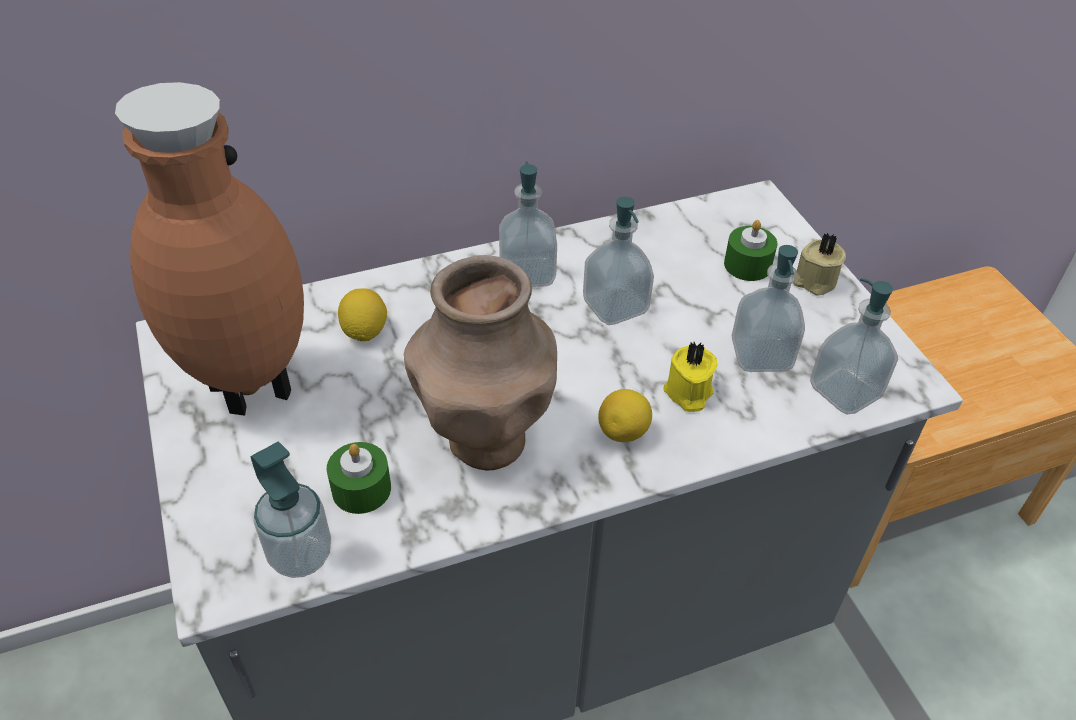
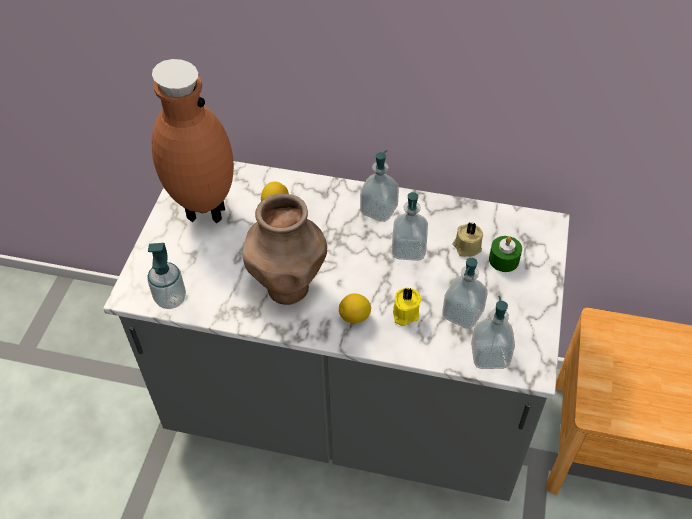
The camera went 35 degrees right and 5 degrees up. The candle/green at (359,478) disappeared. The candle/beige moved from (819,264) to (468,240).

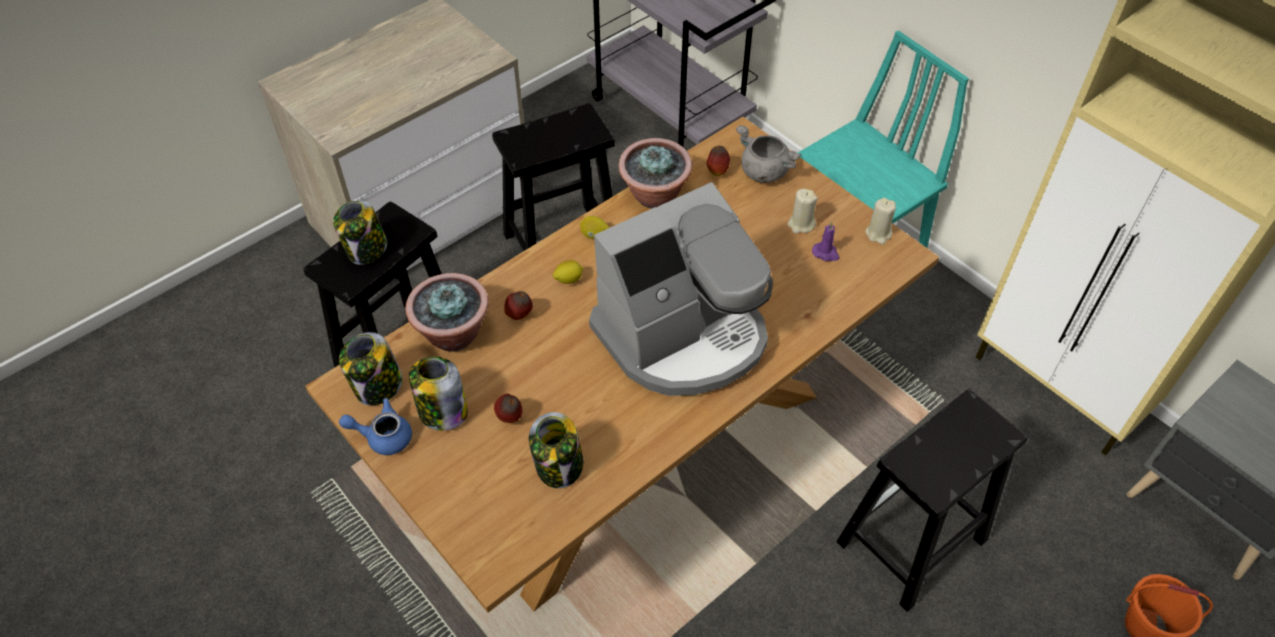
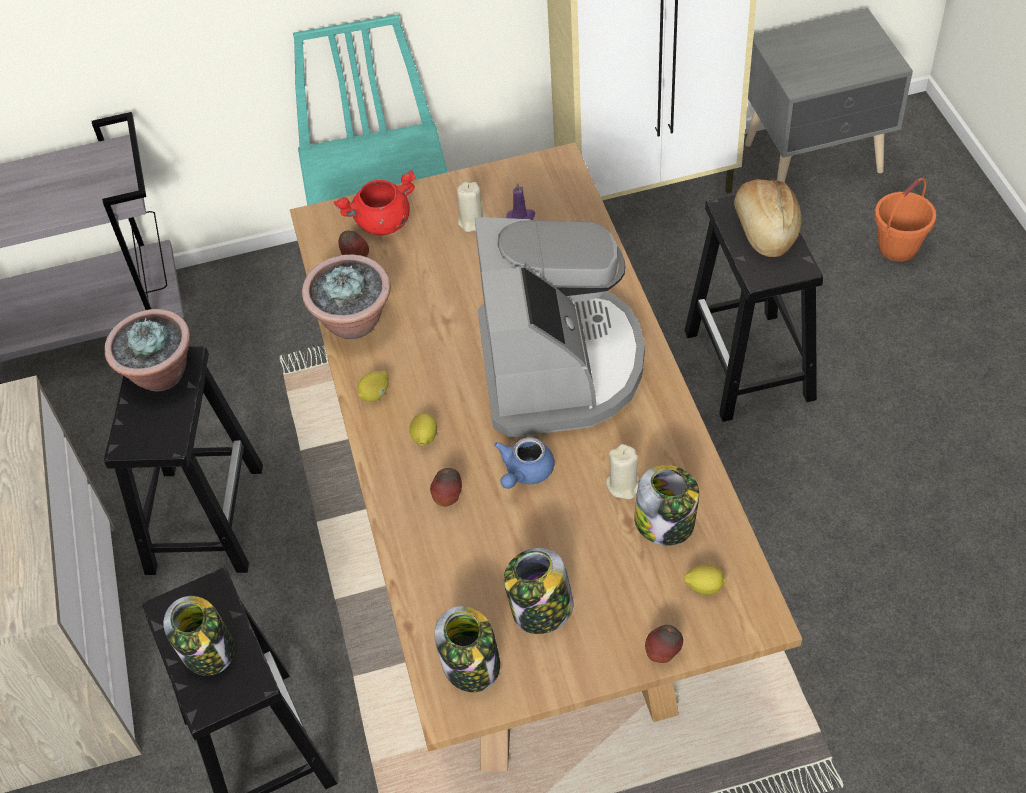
The camera went 60 degrees left and 0 degrees up. The teapot/blue moved from (375,426) to (524,463). The potted plant moved from (447,312) to (147,350). The apple moved from (508,408) to (664,644). The cooking pot/grey at (768,154) became the cooking pot/red at (375,202). The candle/beige moved from (881,221) to (622,471). The lemon at (705,579) appeared. The bread at (767,218) appeared.

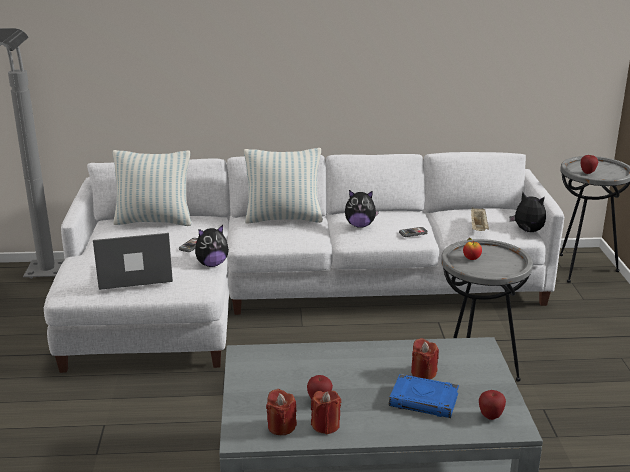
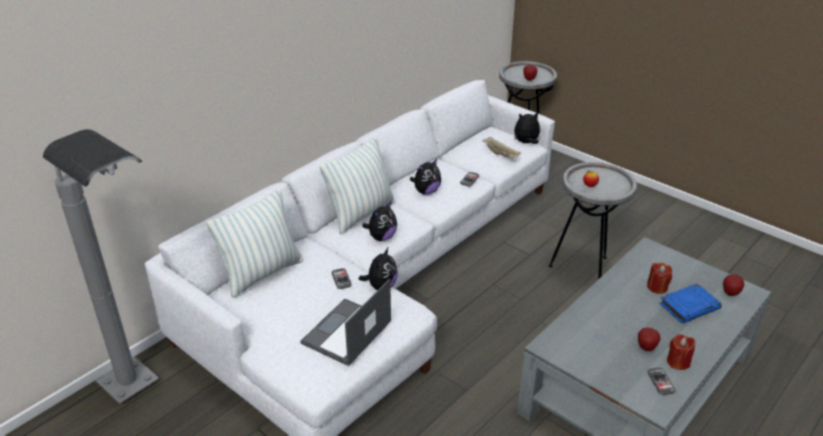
The camera went 45 degrees left and 10 degrees up. The candle/red at (281,412) was replaced by the phone at (661,381). The plush toy at (379,221) appeared.

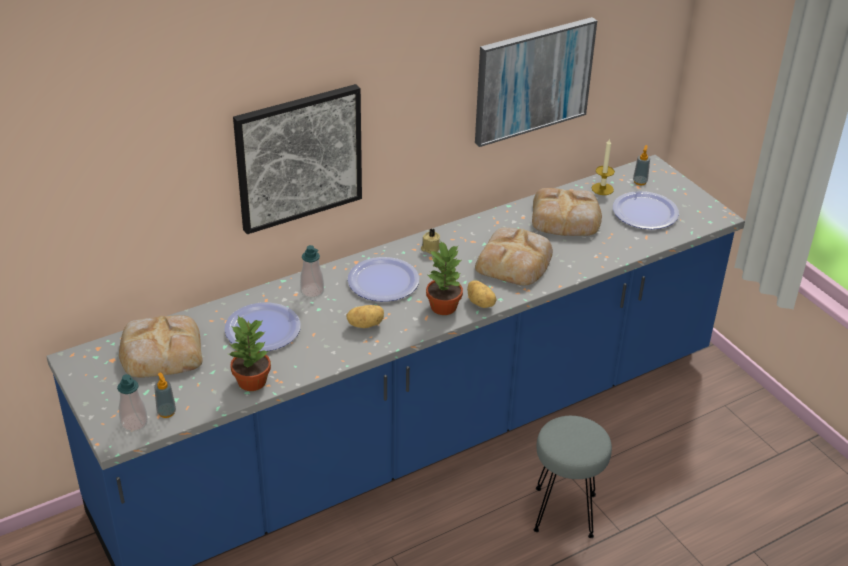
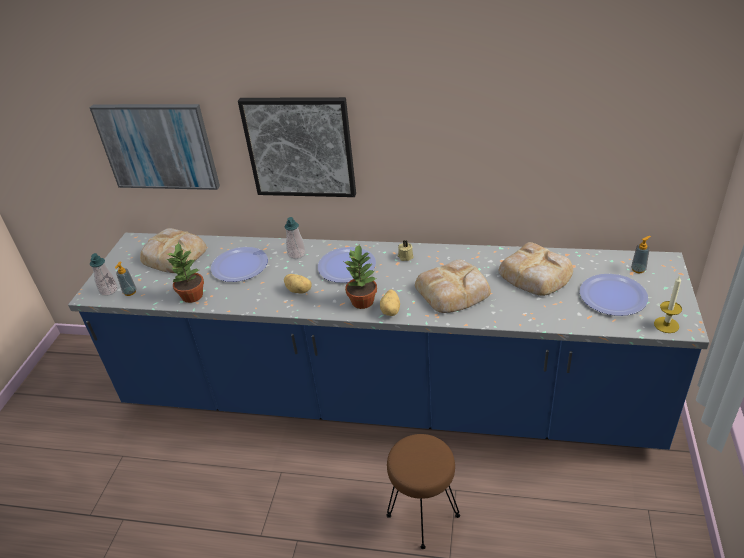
The camera went 45 degrees right and 0 degrees up. The picture moved from (536,82) to (155,147). The stool/grey at (572,477) became the stool/brown at (423,491). The candle moved from (603,166) to (668,304).

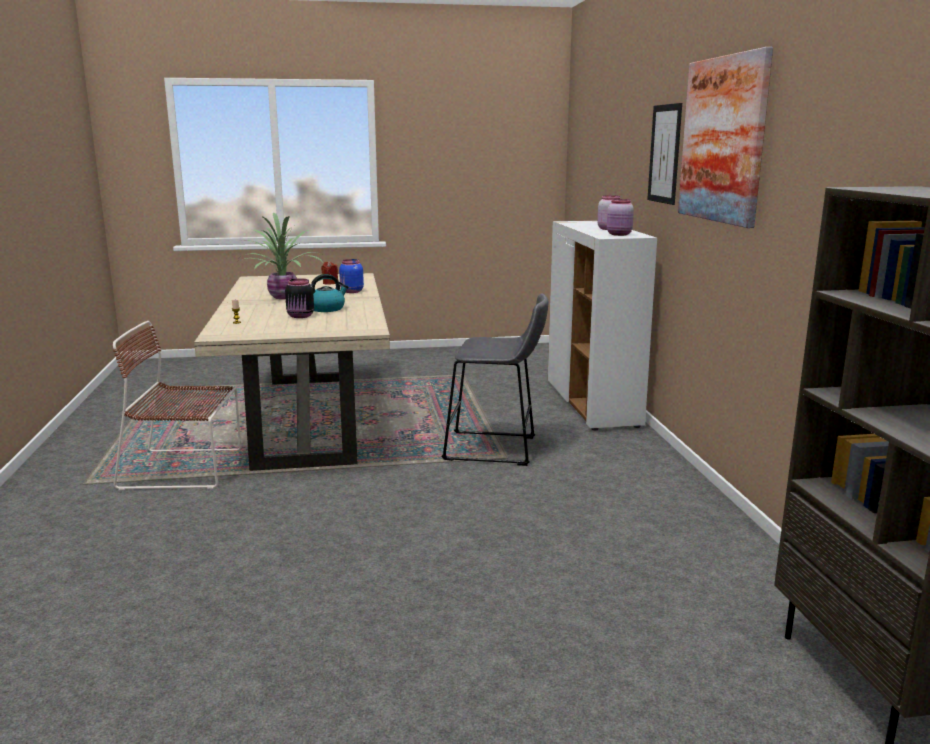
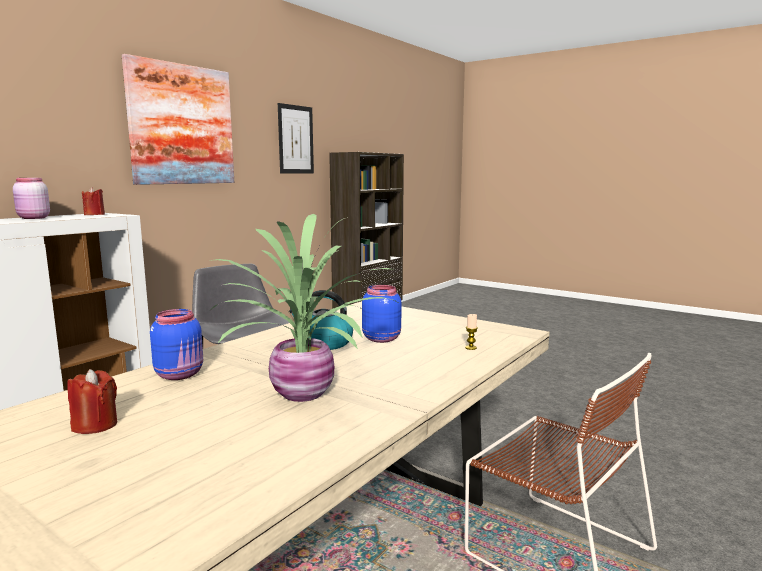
The camera went 135 degrees left and 5 degrees down. The jar/black at (299,298) became the jar/blue at (381,314). The jar/pink at (620,217) was replaced by the candle/red at (93,201). The picture moved from (664,154) to (296,138).

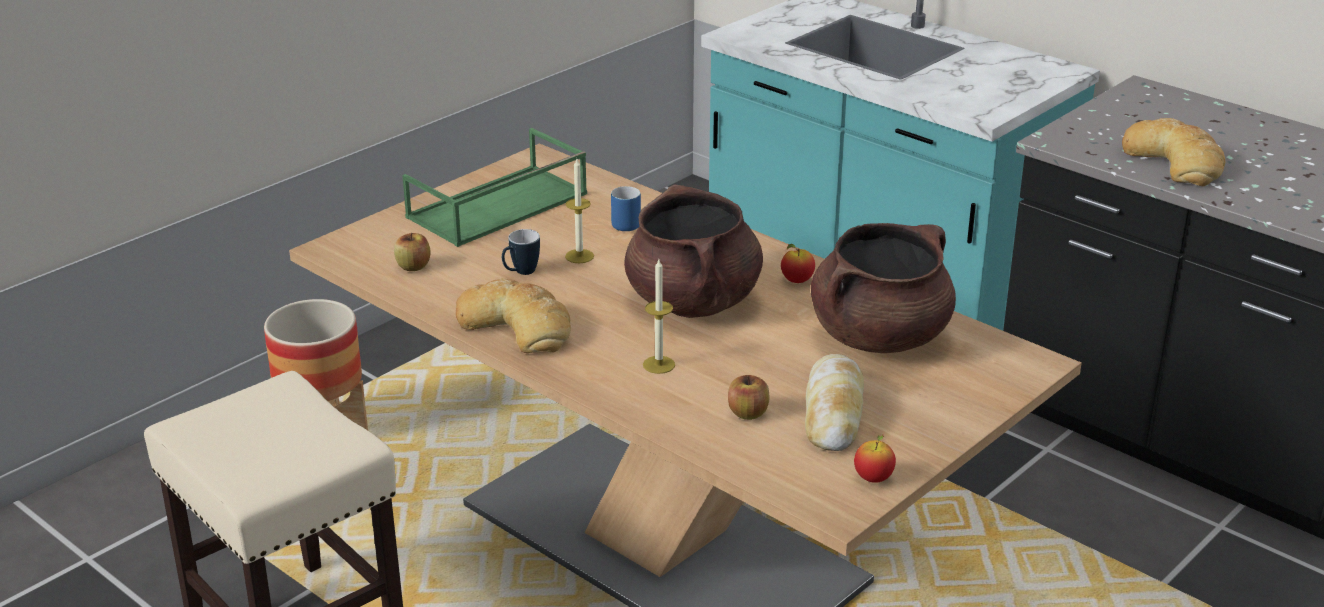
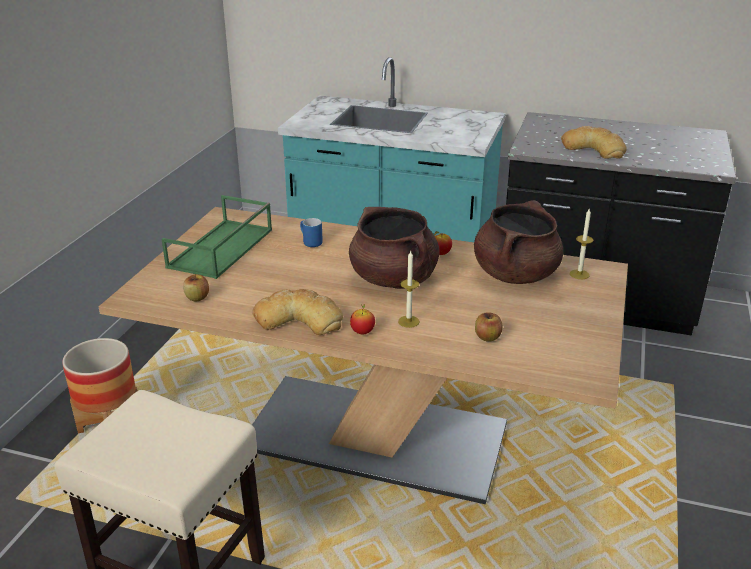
The camera went 25 degrees left and 0 degrees up. The mug at (521,252) disappeared. The candle moved from (579,211) to (581,244). The bread at (834,402) disappeared. The apple moved from (875,459) to (362,319).

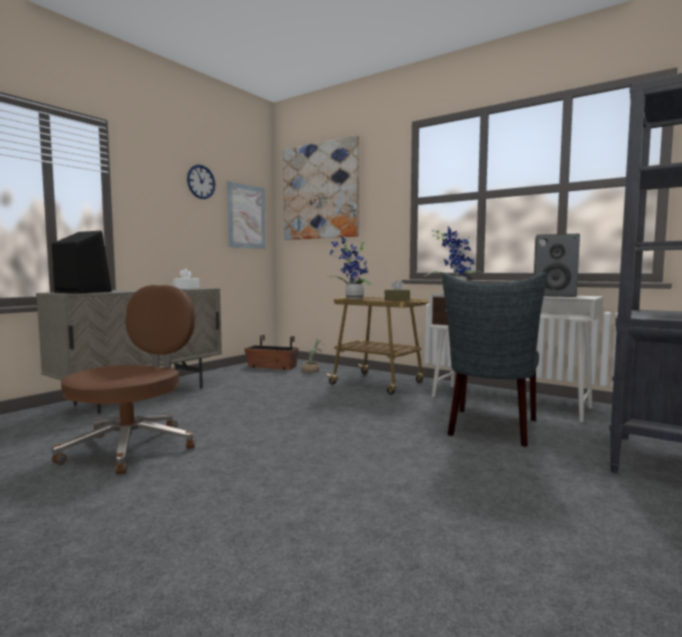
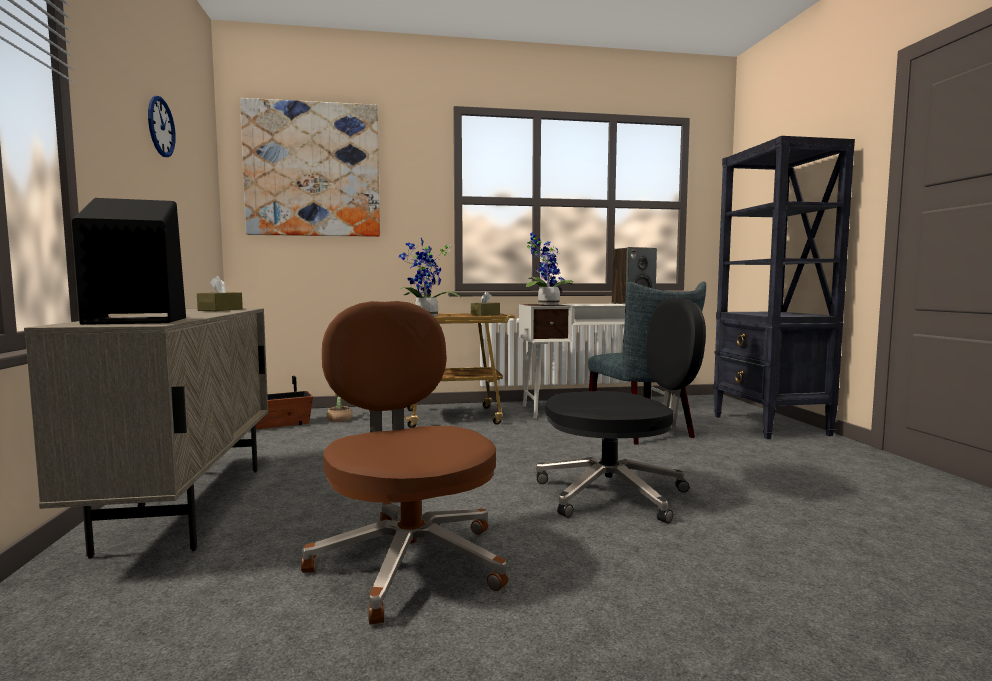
The camera went 45 degrees left and 0 degrees up. The tissue box/white at (186,279) became the tissue box/brown at (220,293). The picture at (246,215) disappeared. The office chair/black at (621,410) appeared.

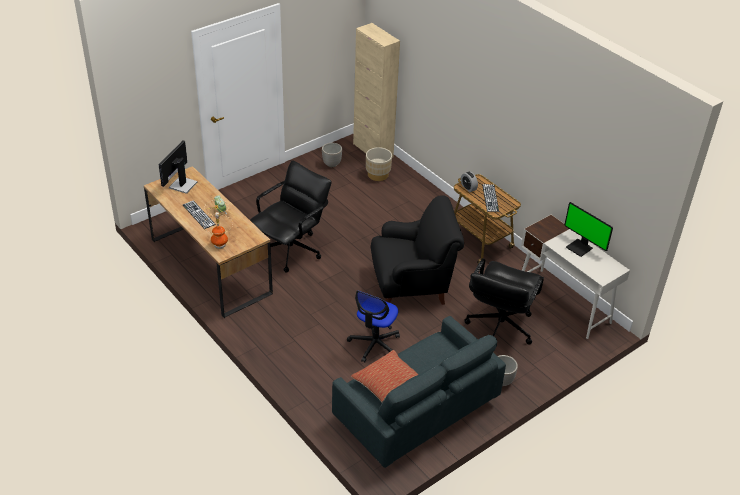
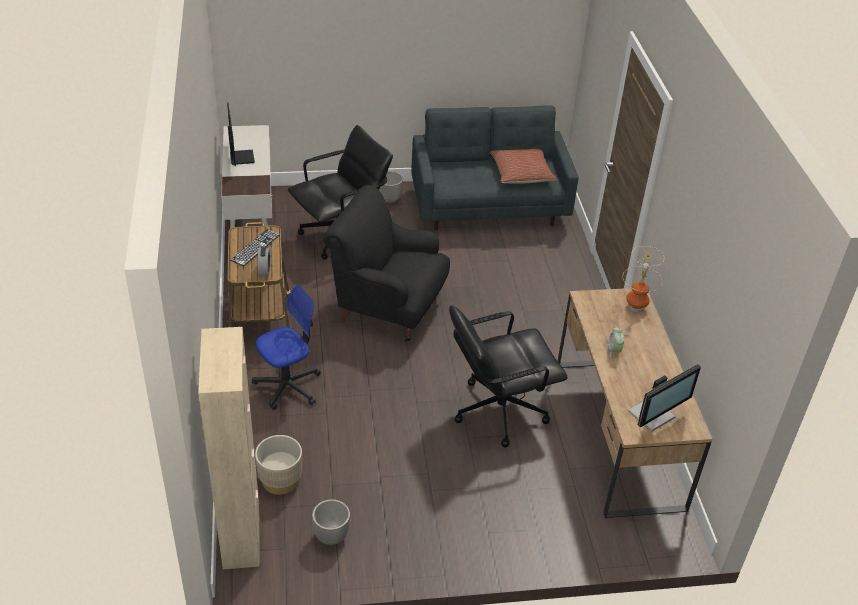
The camera went 150 degrees left and 0 degrees up. The keyboard at (199,215) disappeared. The office chair moved from (373,326) to (286,347).

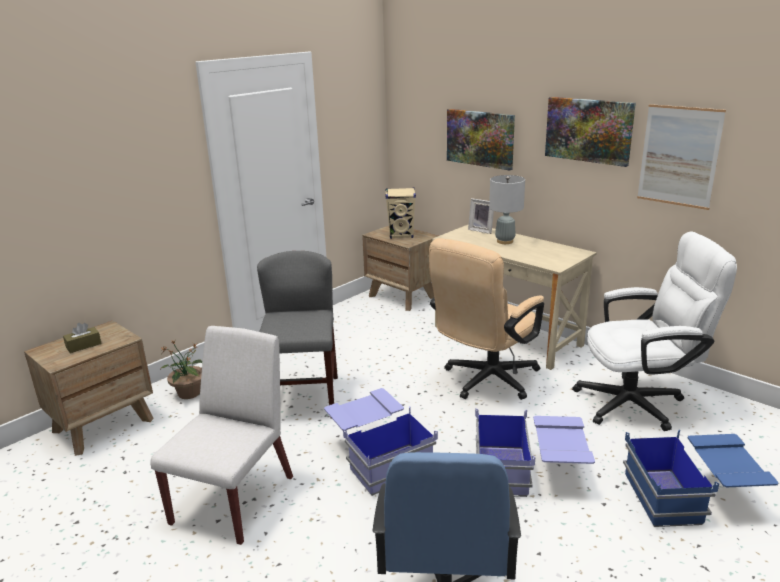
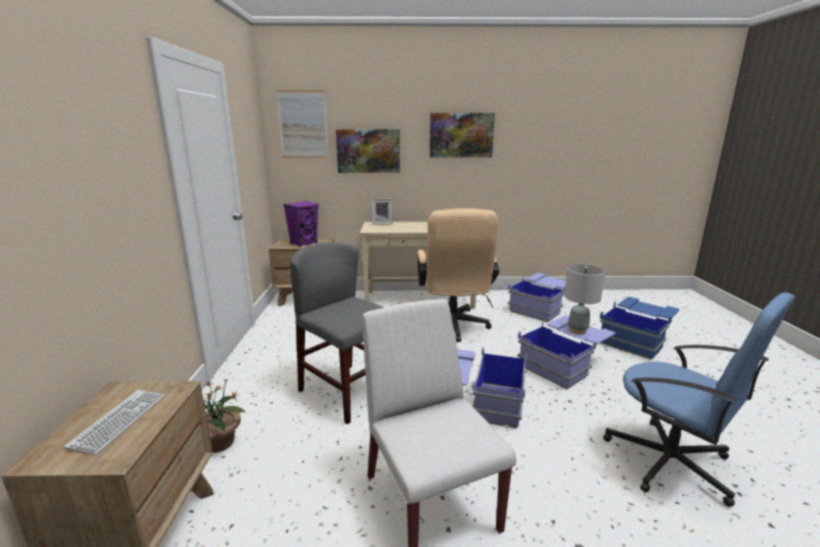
The camera went 45 degrees left and 5 degrees down. The tissue box/brown at (82,338) was replaced by the keyboard at (114,422). The speaker/beige at (400,213) became the speaker/purple at (301,223). The table lamp/grey moved from (507,209) to (584,299). The office chair/white at (654,331) was replaced by the storage box/blue at (537,297). The picture moved from (681,157) to (302,124).

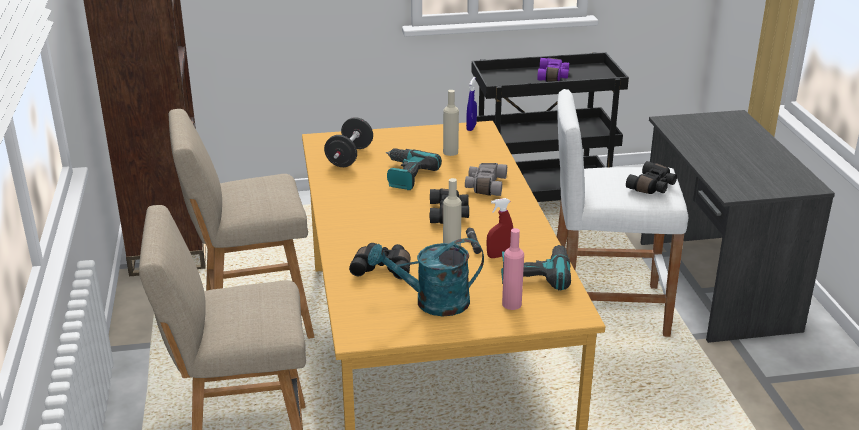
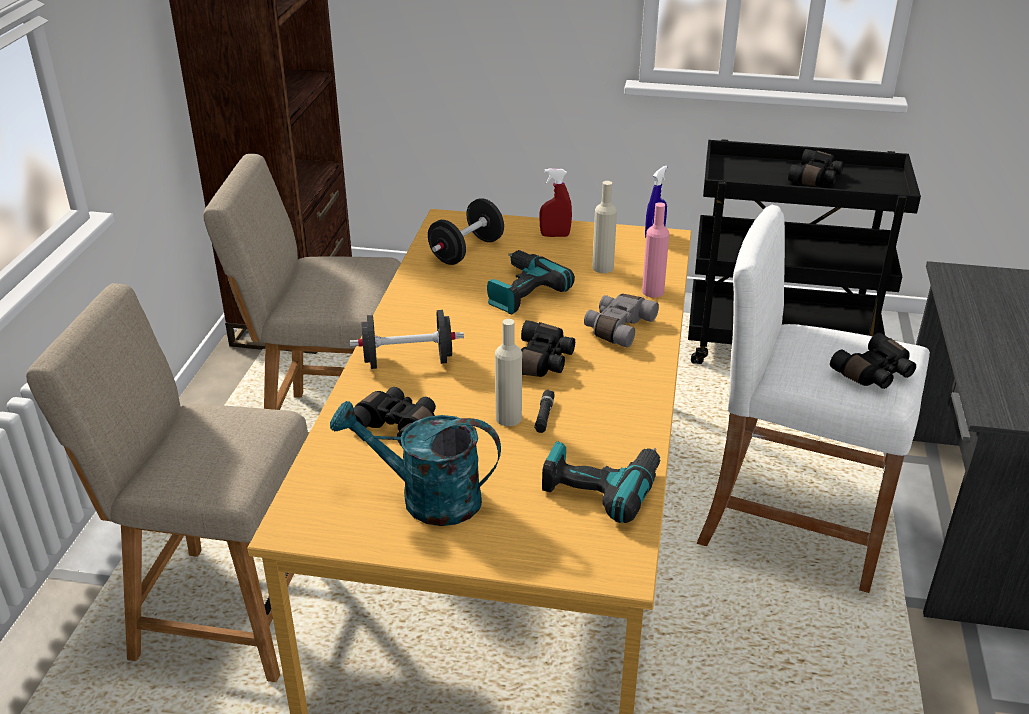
The camera went 20 degrees right and 5 degrees up. The spray bottle/red moved from (499,228) to (555,203). The bottle/pink moved from (513,269) to (655,250). The binoculars/purple at (553,69) became the binoculars/black at (816,167). The dumbbell/black at (407,339) appeared.

